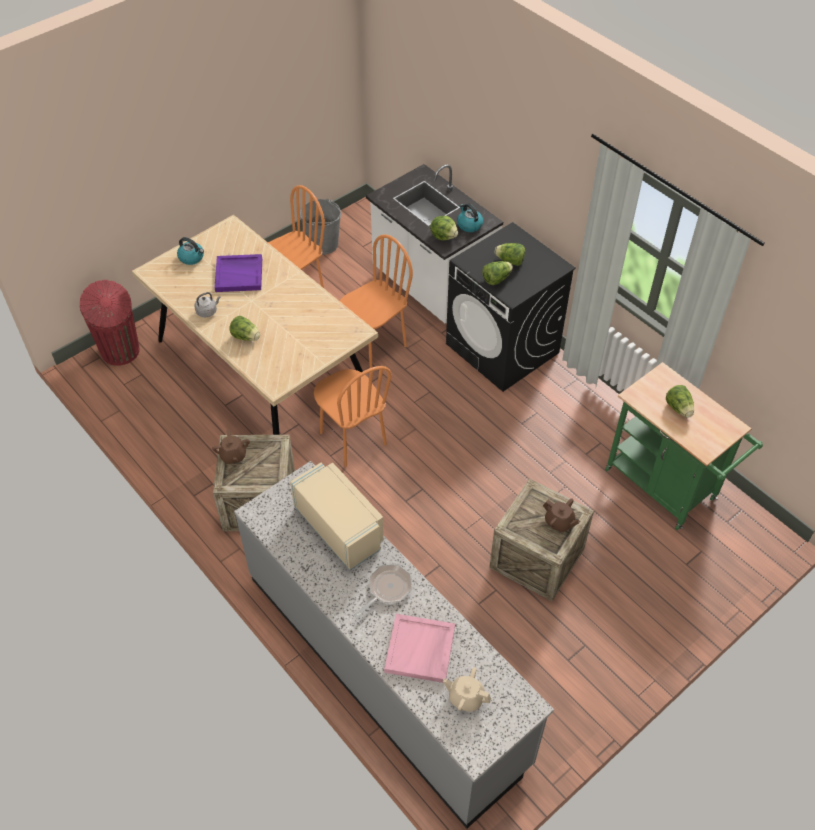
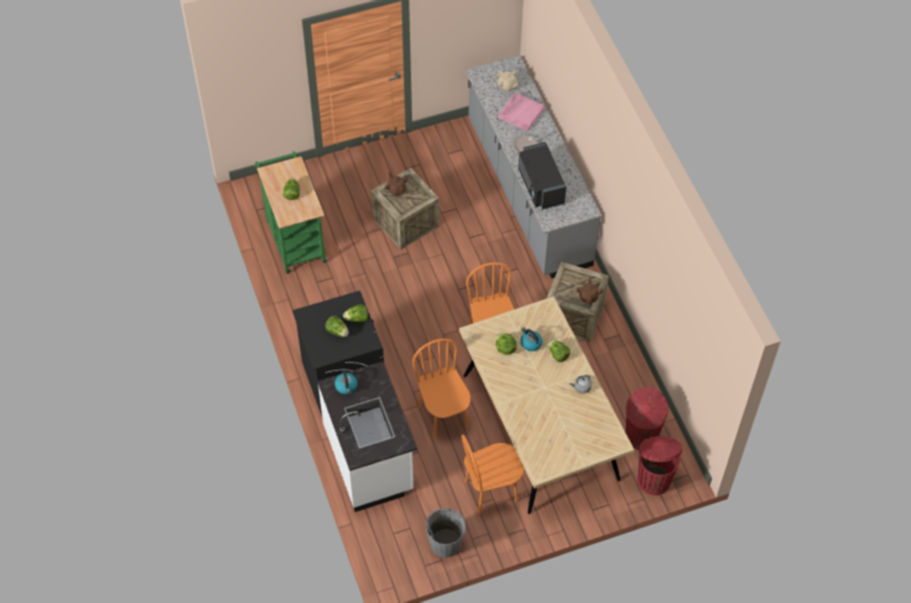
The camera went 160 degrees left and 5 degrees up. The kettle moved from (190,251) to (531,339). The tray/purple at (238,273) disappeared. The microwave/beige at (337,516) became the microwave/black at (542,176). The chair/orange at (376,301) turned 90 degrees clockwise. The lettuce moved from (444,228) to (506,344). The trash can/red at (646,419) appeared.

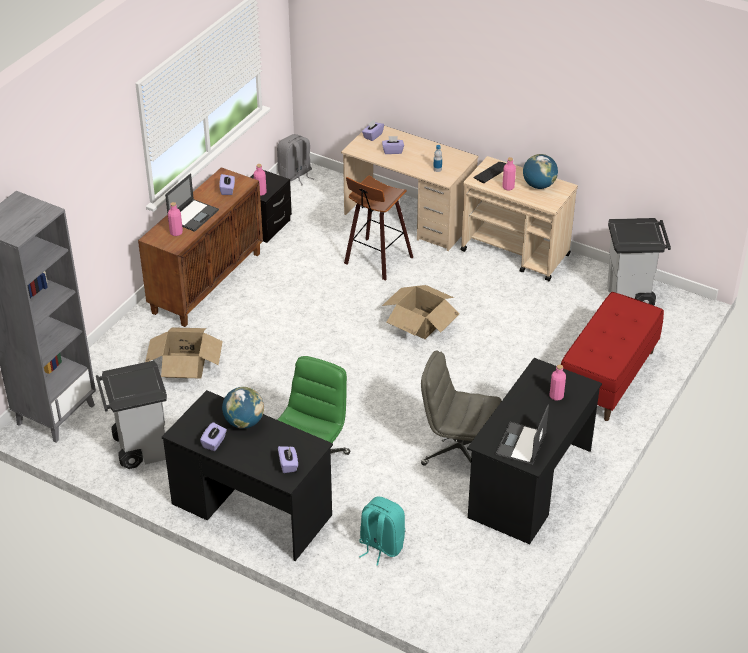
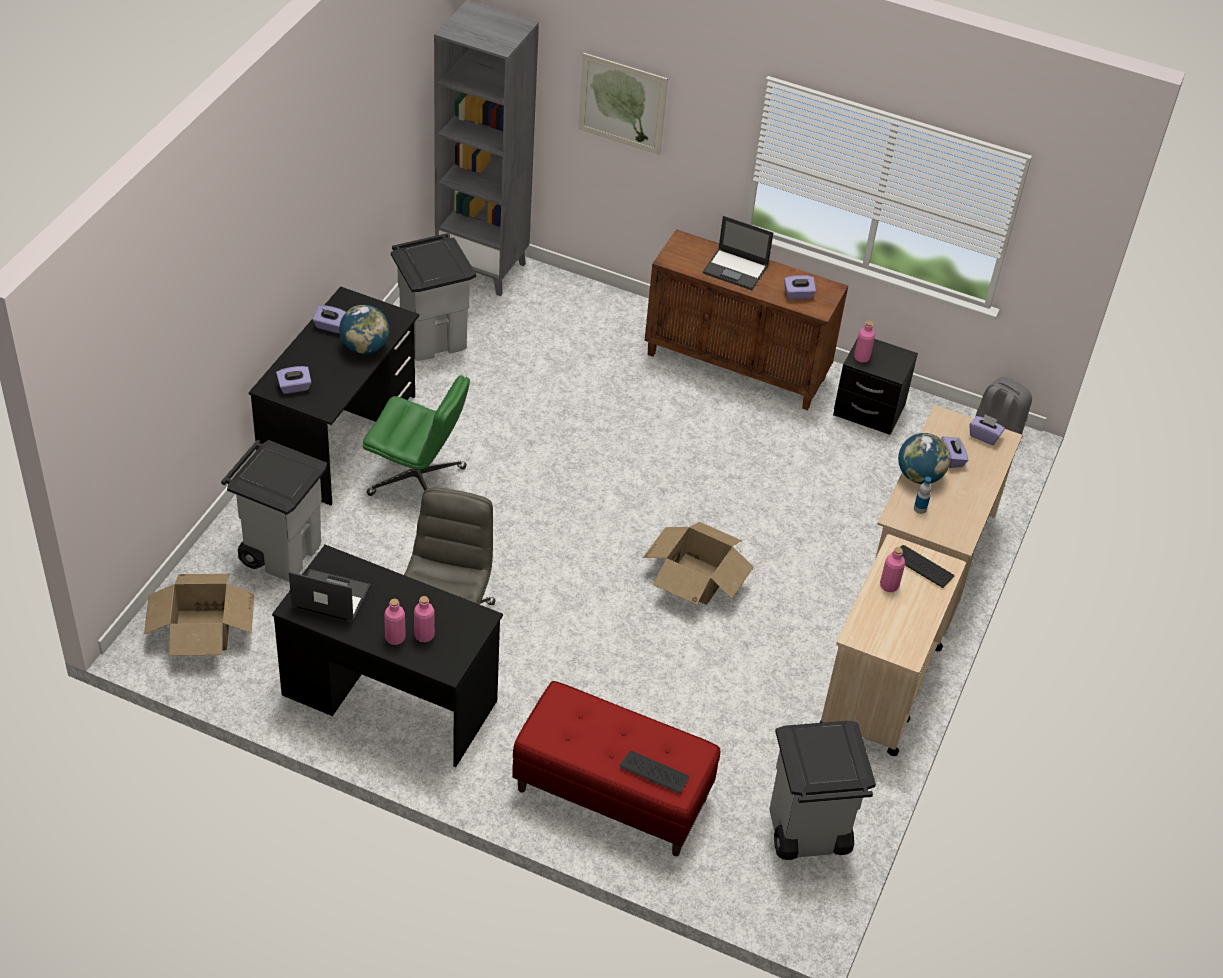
The camera went 80 degrees right and 5 degrees up. The cardboard box moved from (184,353) to (199,615). The bottle/pink moved from (175,219) to (395,622). The stool at (378,228) disappeared. The backpack/turquoise at (382,531) was replaced by the trash can/grey at (274,511). The globe moved from (540,171) to (924,458). The picture at (623,104) appeared. The keyboard at (654,772) appeared.

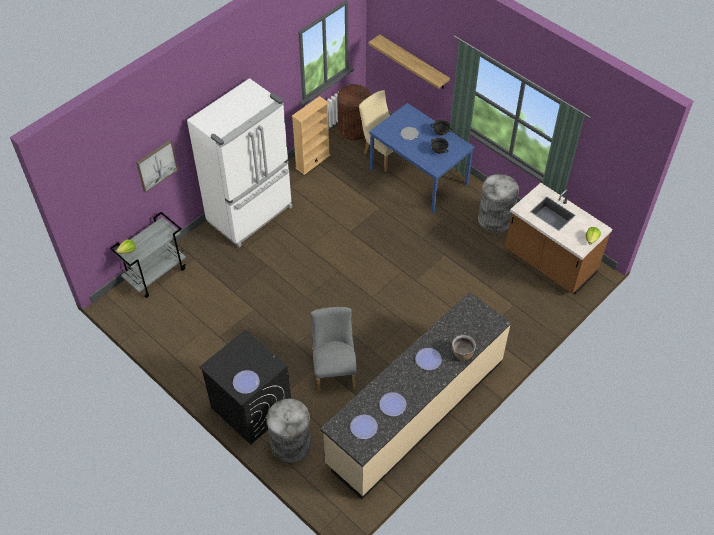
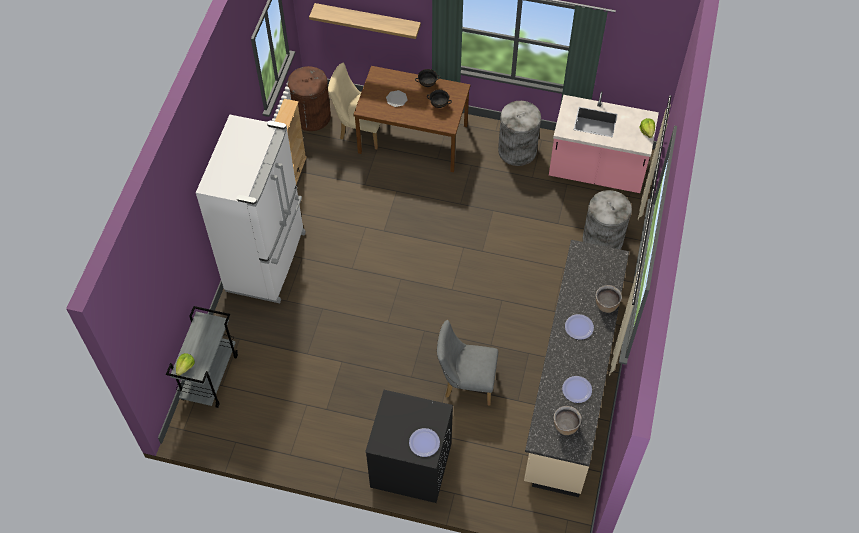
The camera went 30 degrees left and 5 degrees up. The picture at (157,166) disappeared. The trash can/grey moved from (289,431) to (607,219). The chair/grey at (333,349) turned 45 degrees counterclockwise. The plate at (364,426) was replaced by the cooking pot/brown at (567,420). The dining table/blue at (422,158) became the dining table/brown at (411,119). The counter/brown at (558,239) became the counter/pink at (604,142).

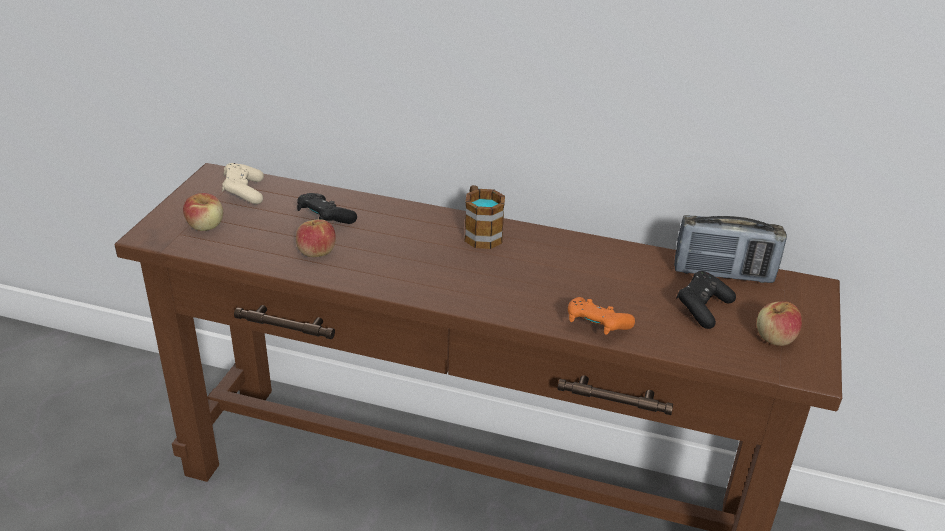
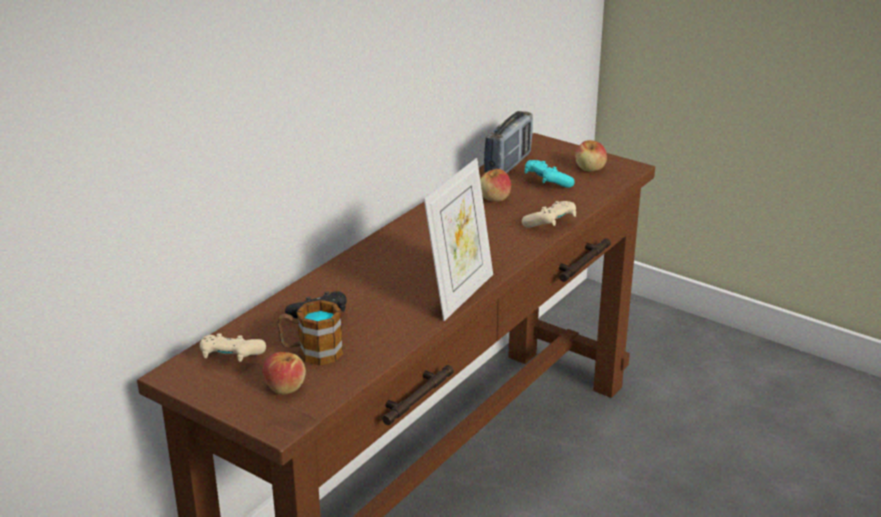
The camera went 70 degrees left and 5 degrees down. The apple moved from (316,238) to (495,185). The mug moved from (484,217) to (310,333). The game controller/orange at (601,316) became the game controller/beige at (549,214). The game controller/black at (706,300) became the game controller/turquoise at (550,174). The picture frame at (458,239) appeared.

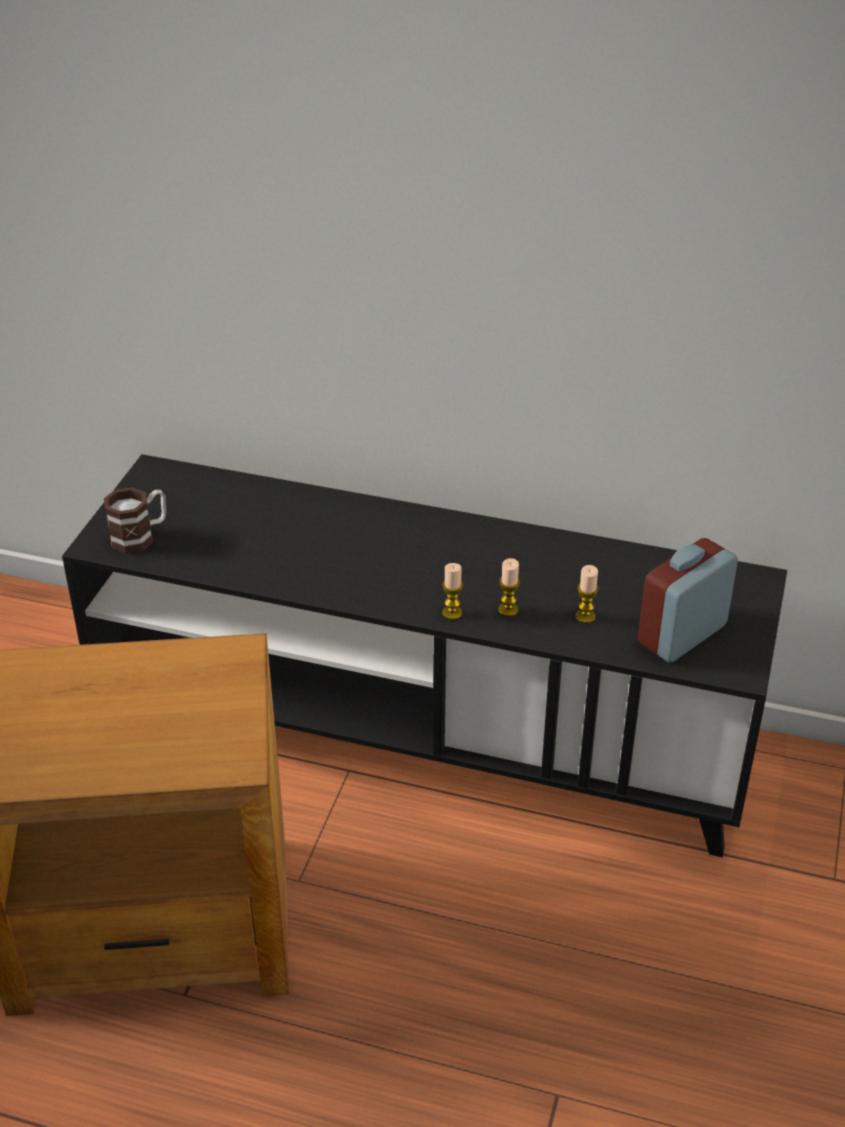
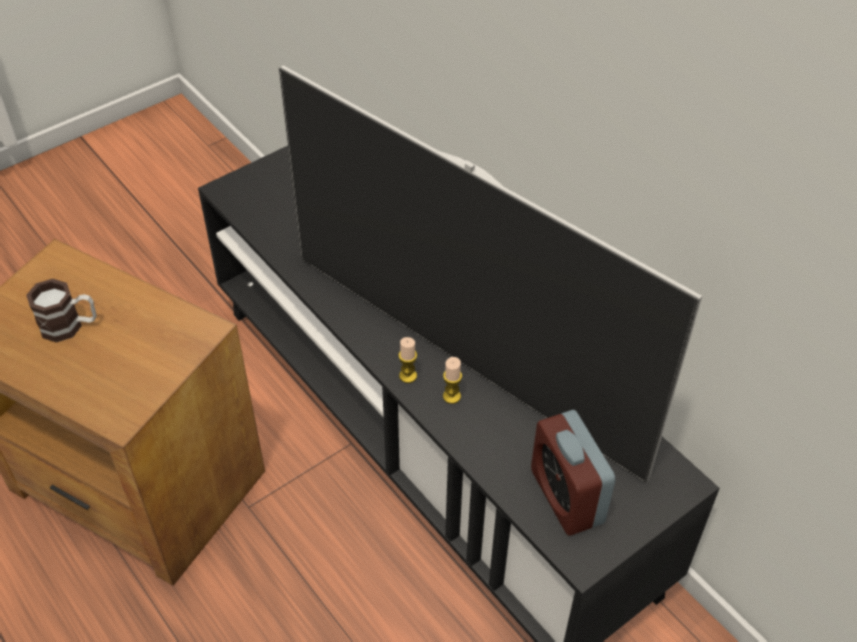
The camera went 35 degrees right and 10 degrees up. The mug moved from (135,520) to (61,311). The candle at (587,594) disappeared. The alarm clock at (688,600) turned 105 degrees counterclockwise. The television at (490,274) appeared.

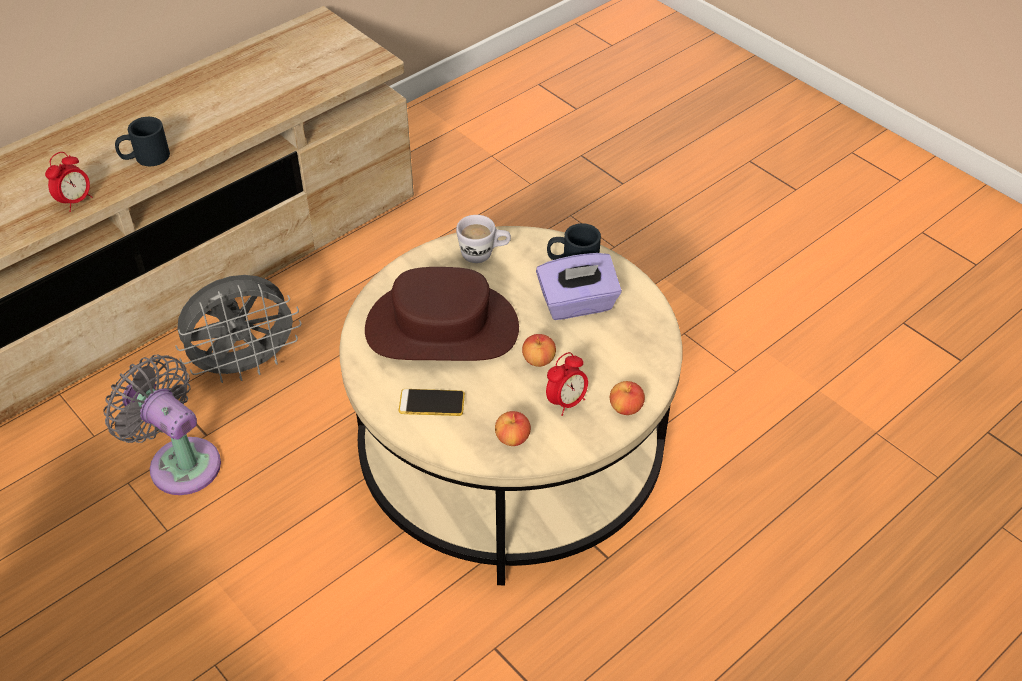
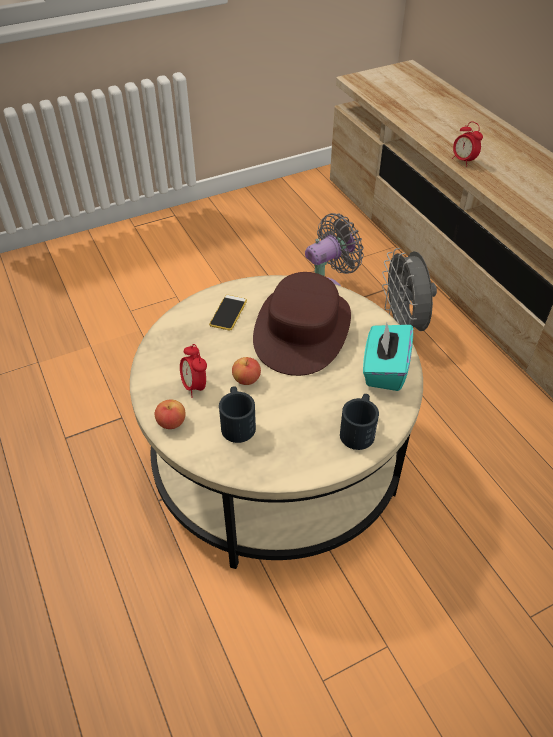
The camera went 105 degrees right and 0 degrees up. The mug/black moved from (142,141) to (237,415). The mug/white at (483,239) was replaced by the tissue box/turquoise at (388,356). The apple at (513,428) disappeared. The tissue box/purple at (579,286) disappeared.

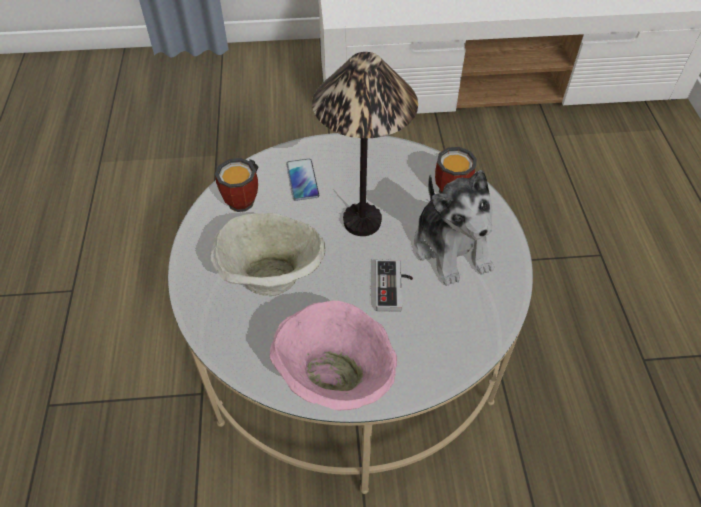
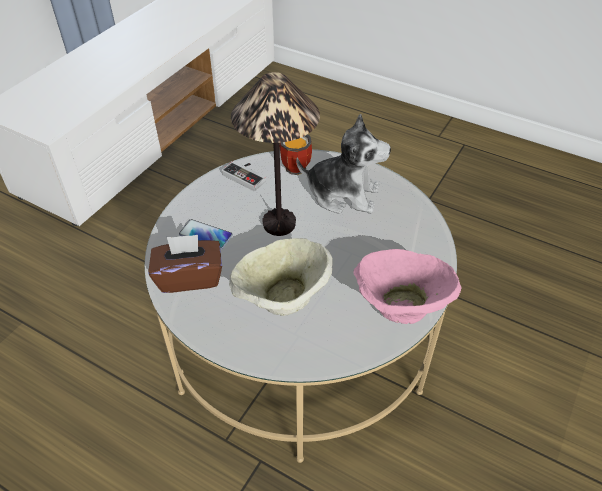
The camera went 55 degrees left and 5 degrees down. The mug at (236,185) was replaced by the tissue box/brown at (185,264). The game controller moved from (394,286) to (244,176).

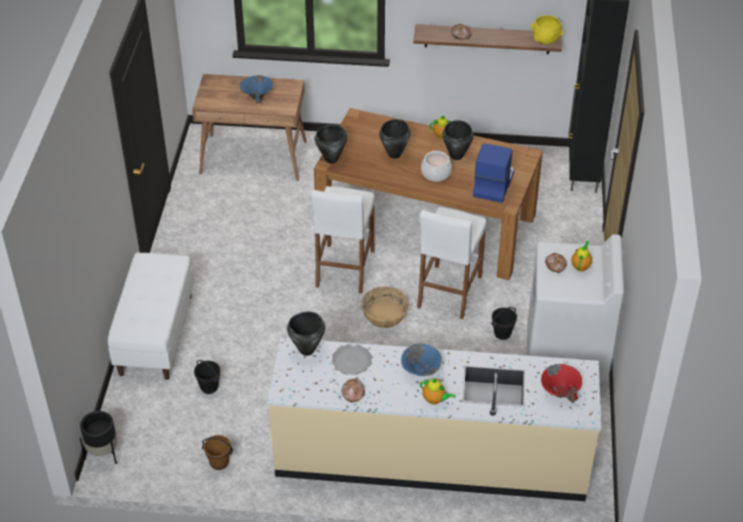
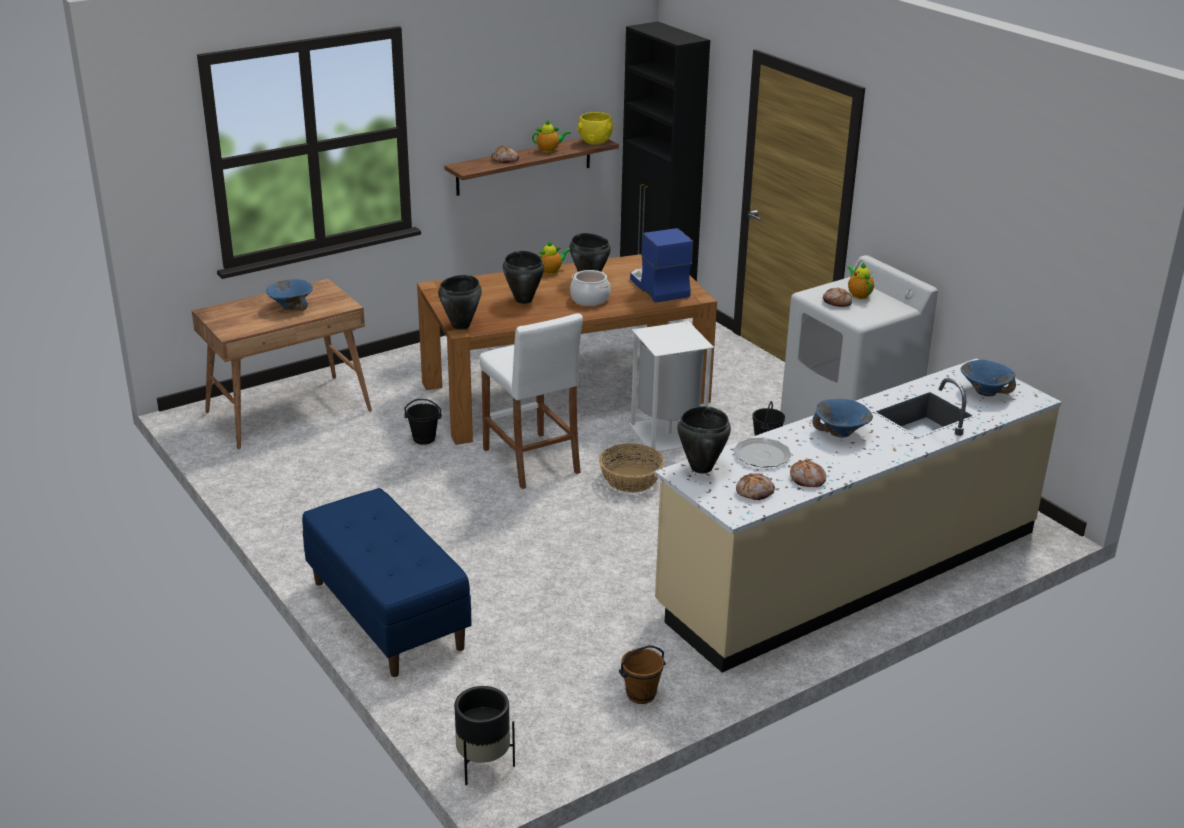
The camera went 40 degrees left and 15 degrees down. The bench/white at (151,316) became the bench/blue at (387,582). The bucket/black moved from (207,377) to (423,422). The stool/white at (451,263) was replaced by the trash can/white at (671,387). The teapot moved from (438,391) to (551,136). The bowl/red at (561,383) became the bowl/blue at (988,378). The bread at (755,486) appeared.

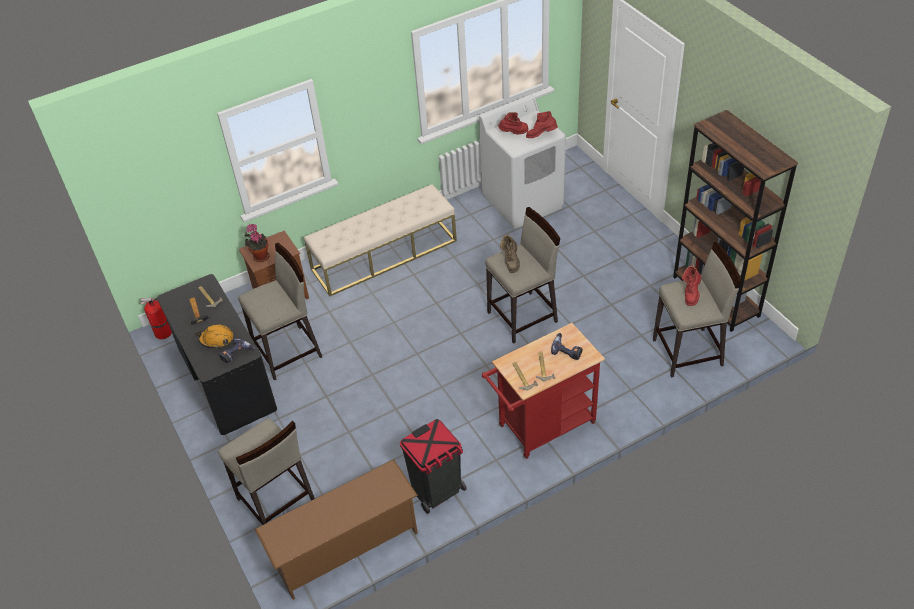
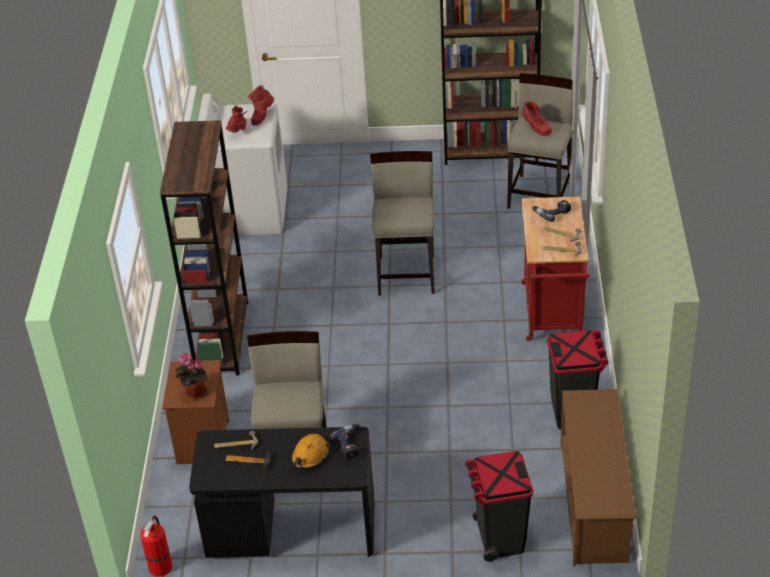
The camera went 60 degrees left and 5 degrees down. The stool/beige at (266,471) was replaced by the trash can/black at (499,506). The bench/beige at (380,240) was replaced by the bookcase/brown at (204,247). The boot/brown at (510,253) disappeared.

